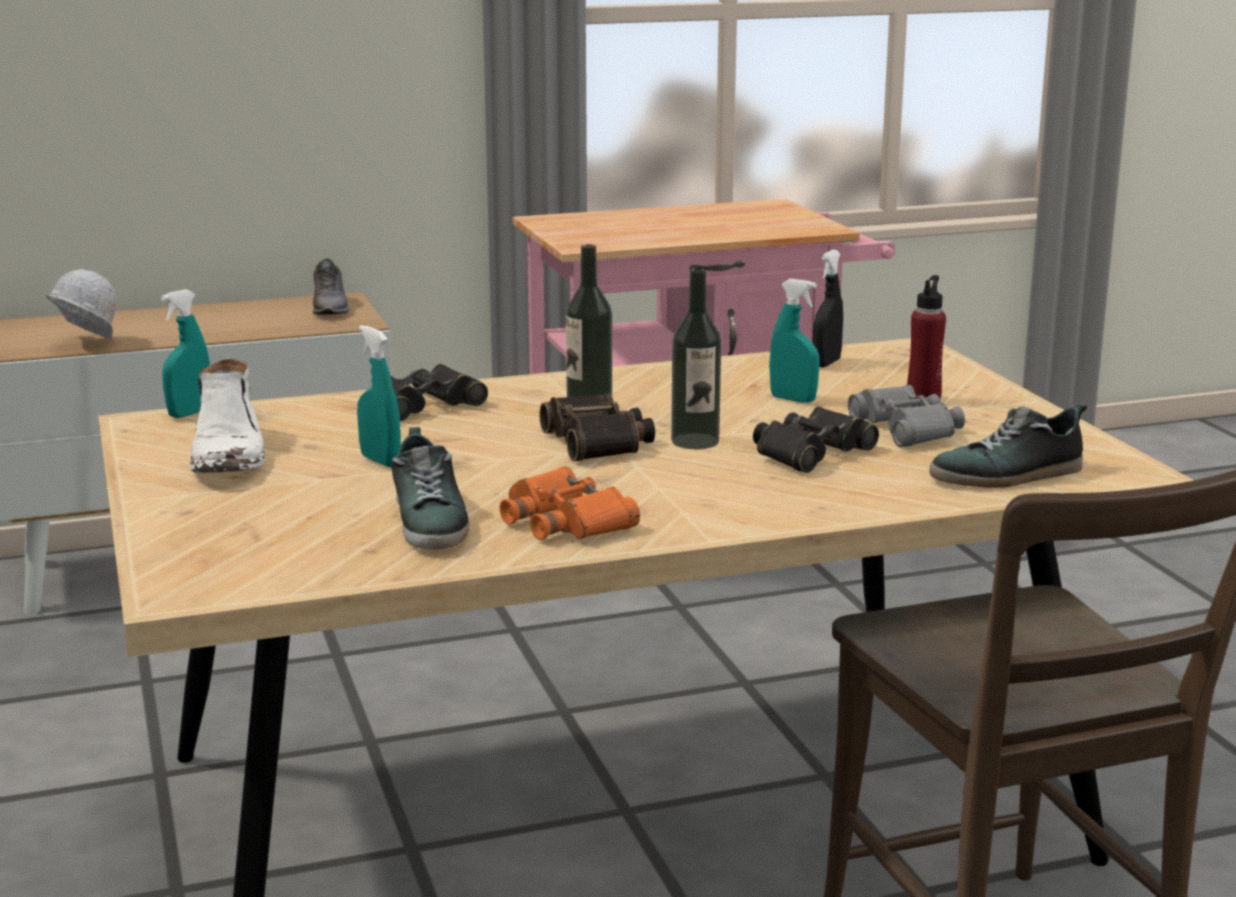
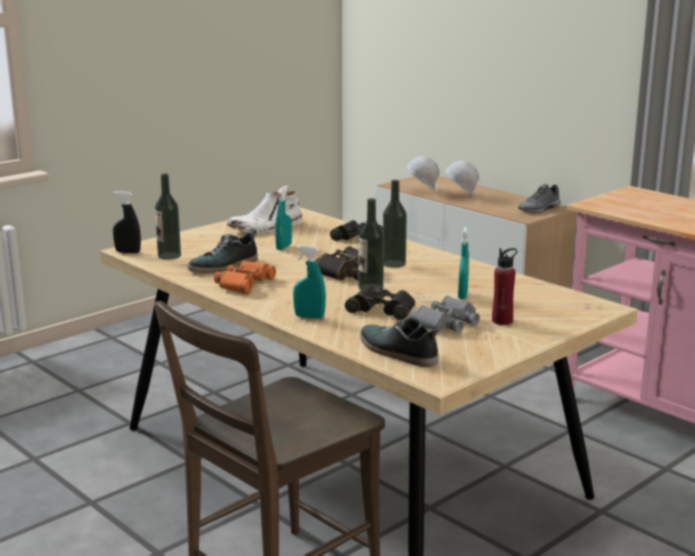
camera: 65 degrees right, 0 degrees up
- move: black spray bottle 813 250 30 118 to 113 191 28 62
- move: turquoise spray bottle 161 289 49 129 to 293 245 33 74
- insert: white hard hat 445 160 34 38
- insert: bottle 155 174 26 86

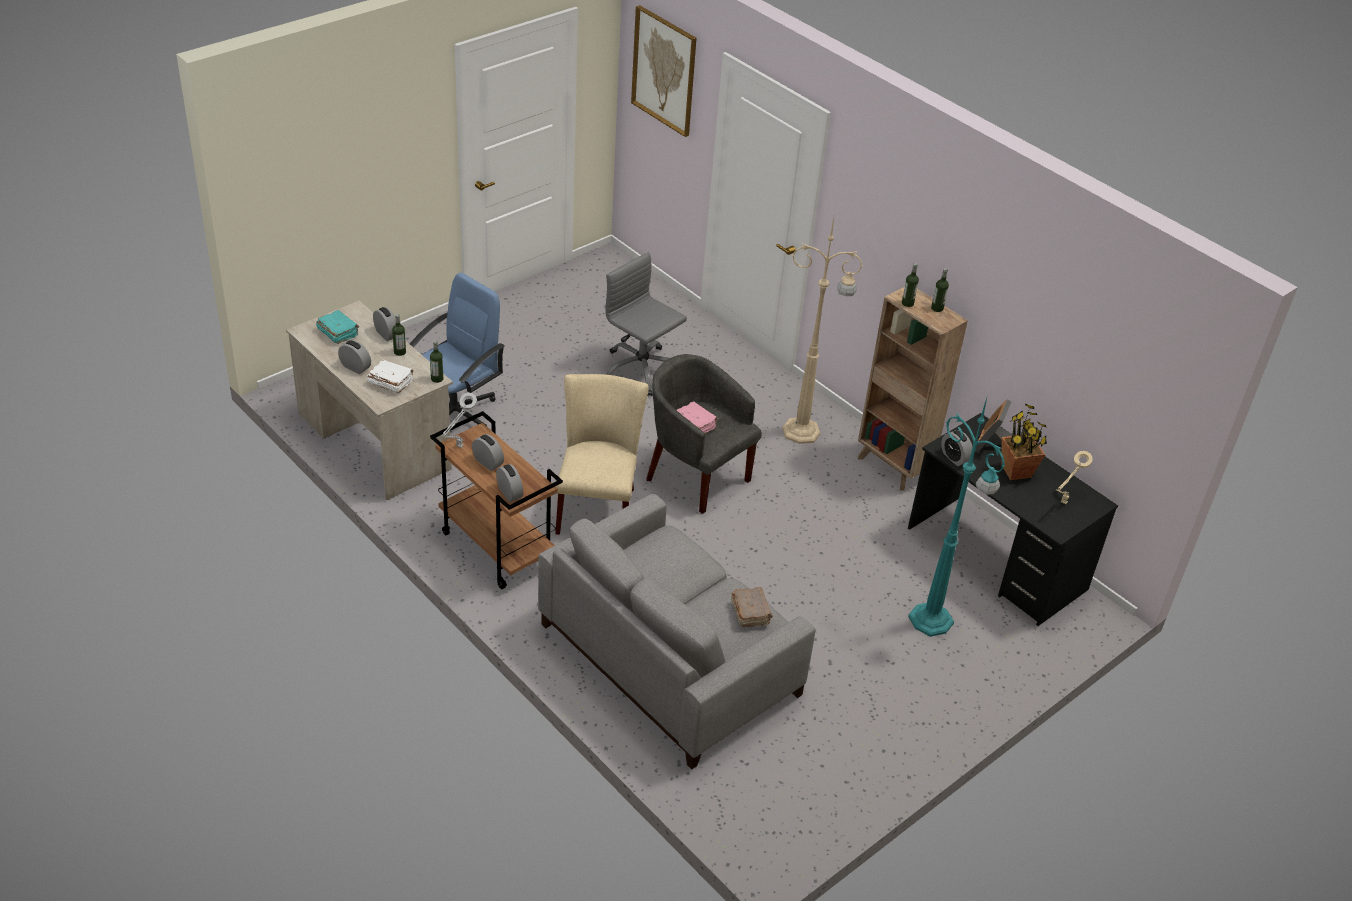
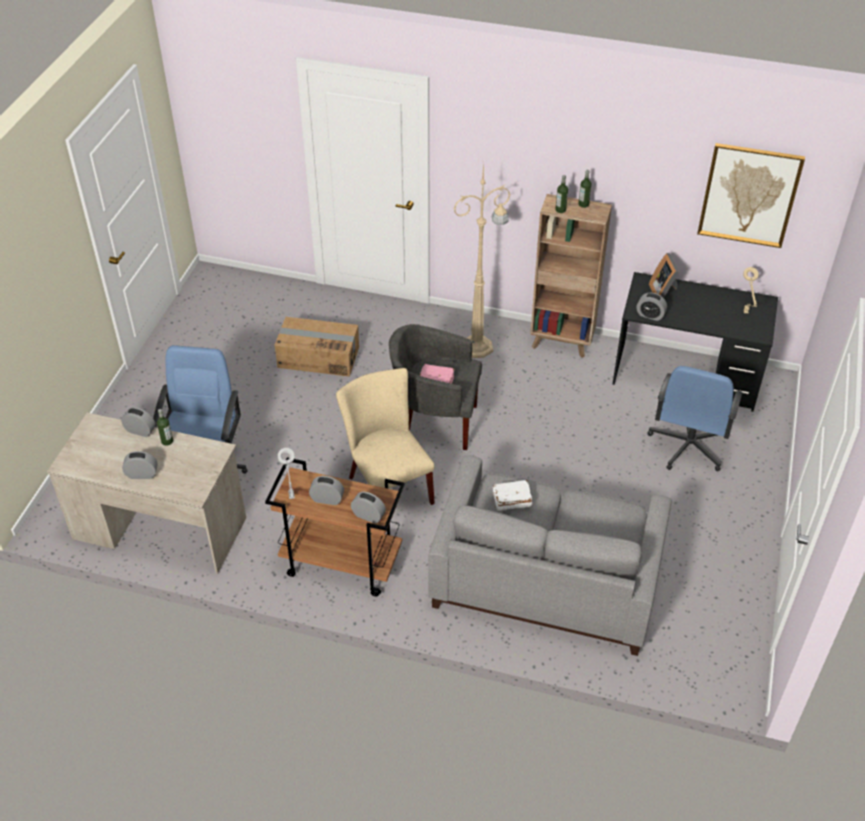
camera: 30 degrees left, 5 degrees up
- move: picture 631 5 66 132 to 697 143 108 105
- replace: grey office chair 606 252 81 144 to cardboard box 274 317 85 60
- delete: turquoise book 316 310 43 34
- delete: bottle 430 340 13 43
- move: white book 367 360 47 33 to 493 480 39 30
- replace: turquoise floor lamp 908 398 97 239 to blue office chair 647 366 96 105
- delete: potted plant 1002 404 45 76
- delete: brown book 731 587 42 40

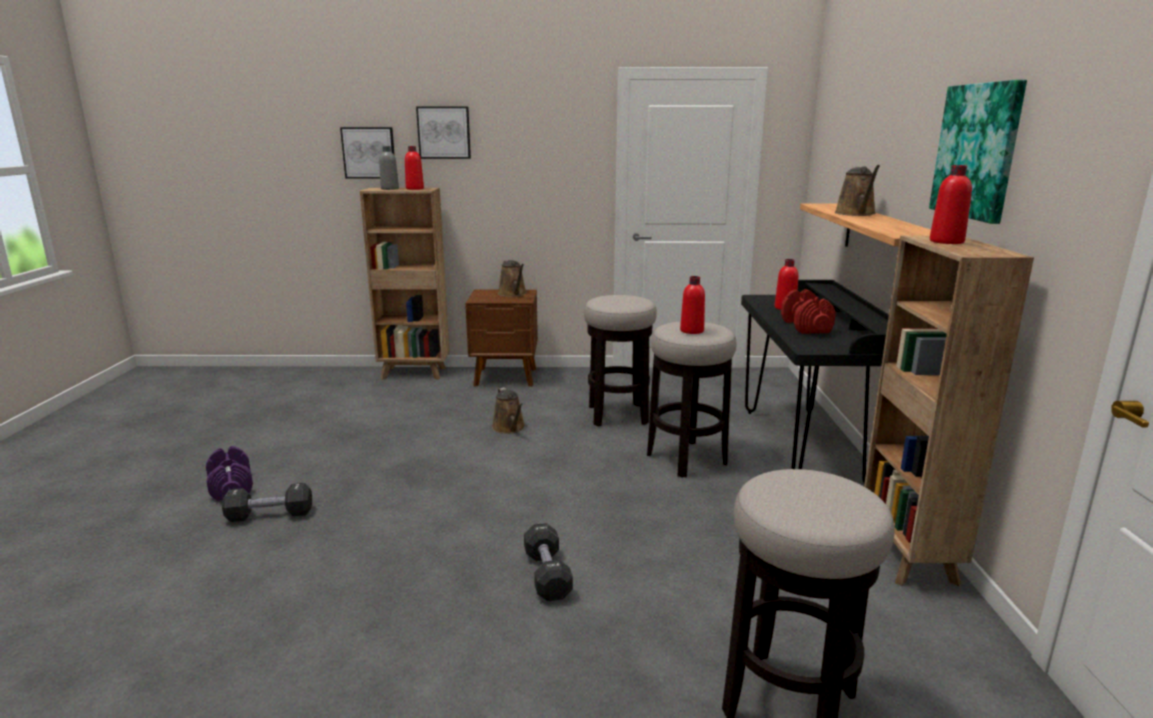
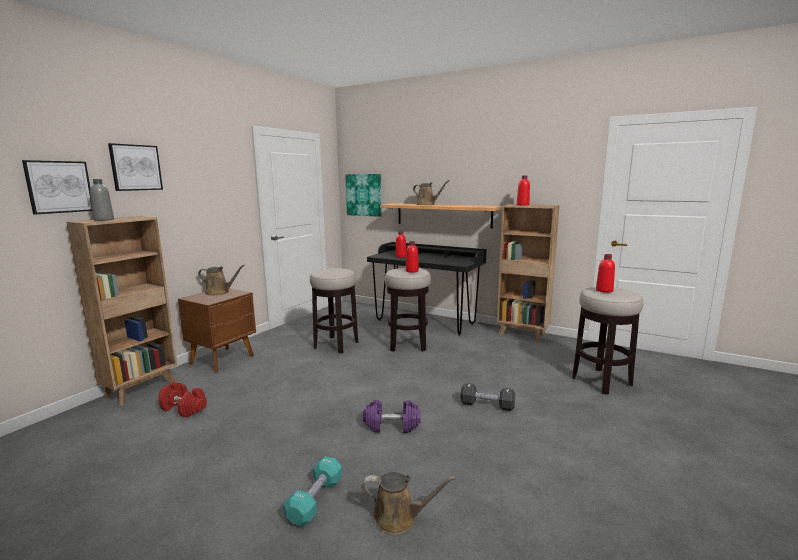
camera: 60 degrees left, 5 degrees down
- move: picture 929 80 98 144 to 345 174 37 43
- move: red bottle 405 146 19 44 to 596 254 19 39
- move: red dumbbell 781 289 55 45 to 158 382 49 36
- move: brown watering can 492 387 33 47 to 361 472 95 63
- move: purple dumbbell 206 446 47 55 to 363 400 58 33
- recolor: black dumbbell 222 483 90 39 to turquoise dumbbell 284 456 58 70

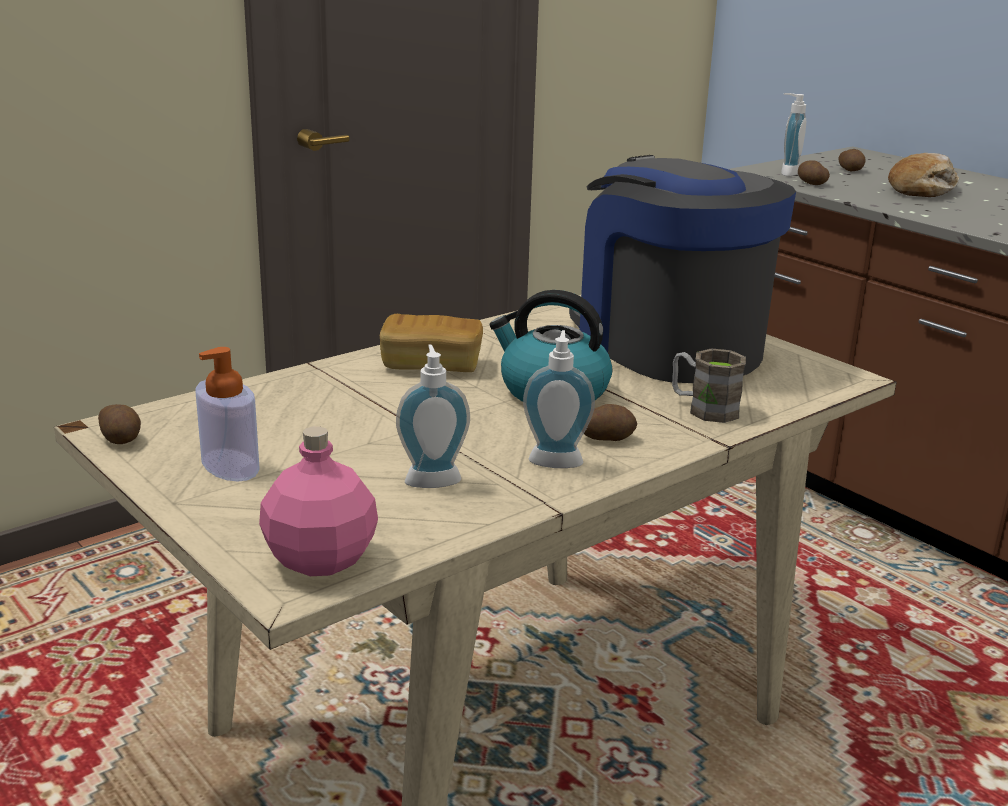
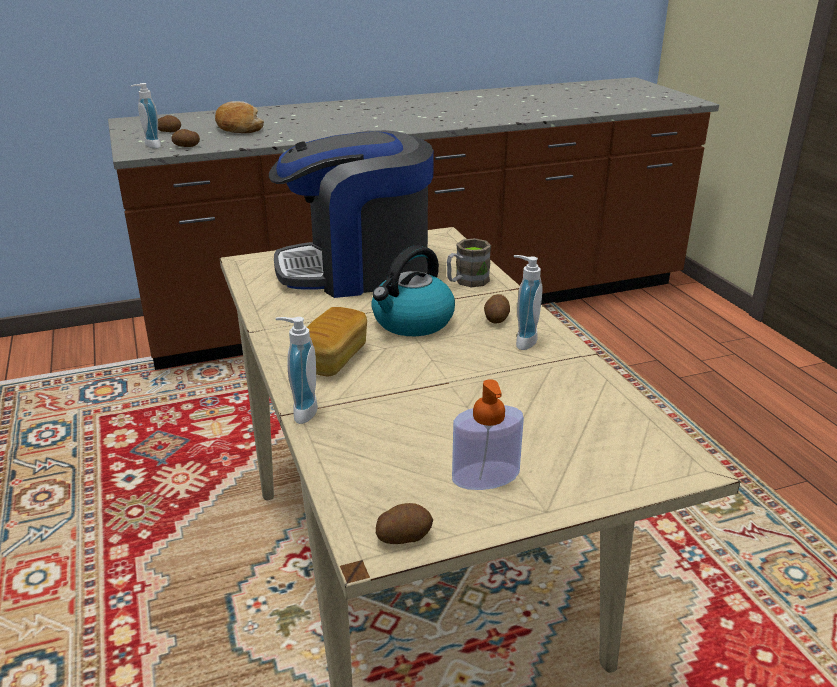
camera: 70 degrees left, 5 degrees up
- move: soap dispenser 396 344 74 144 to 275 317 43 107
- delete: pink bottle 259 426 119 150

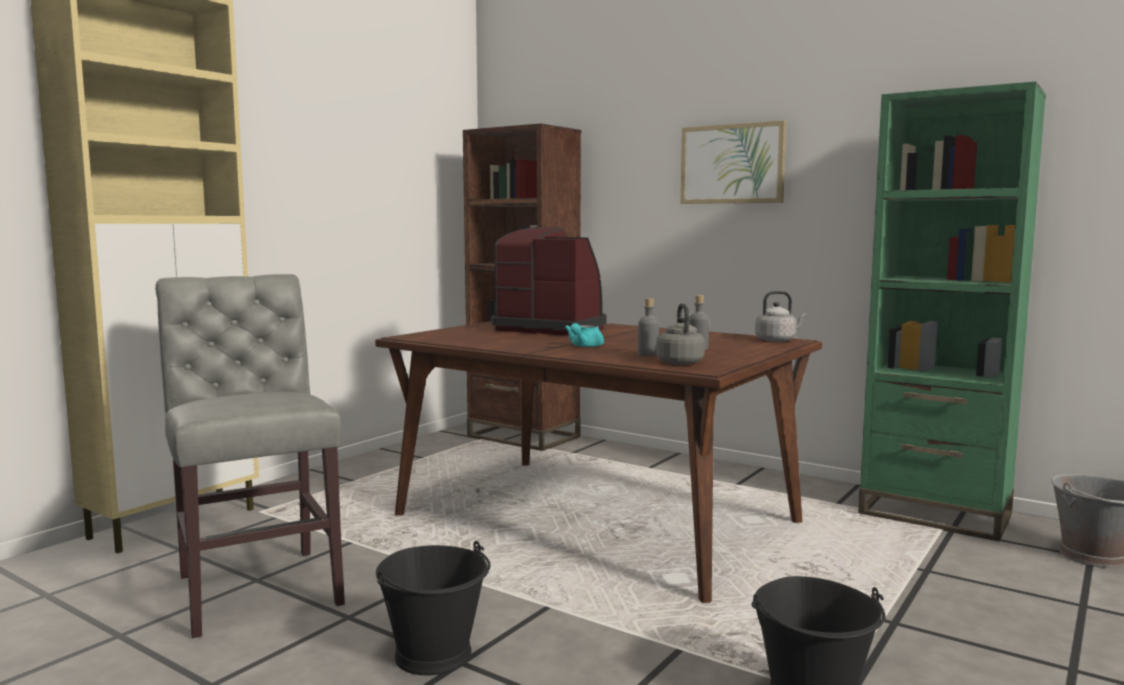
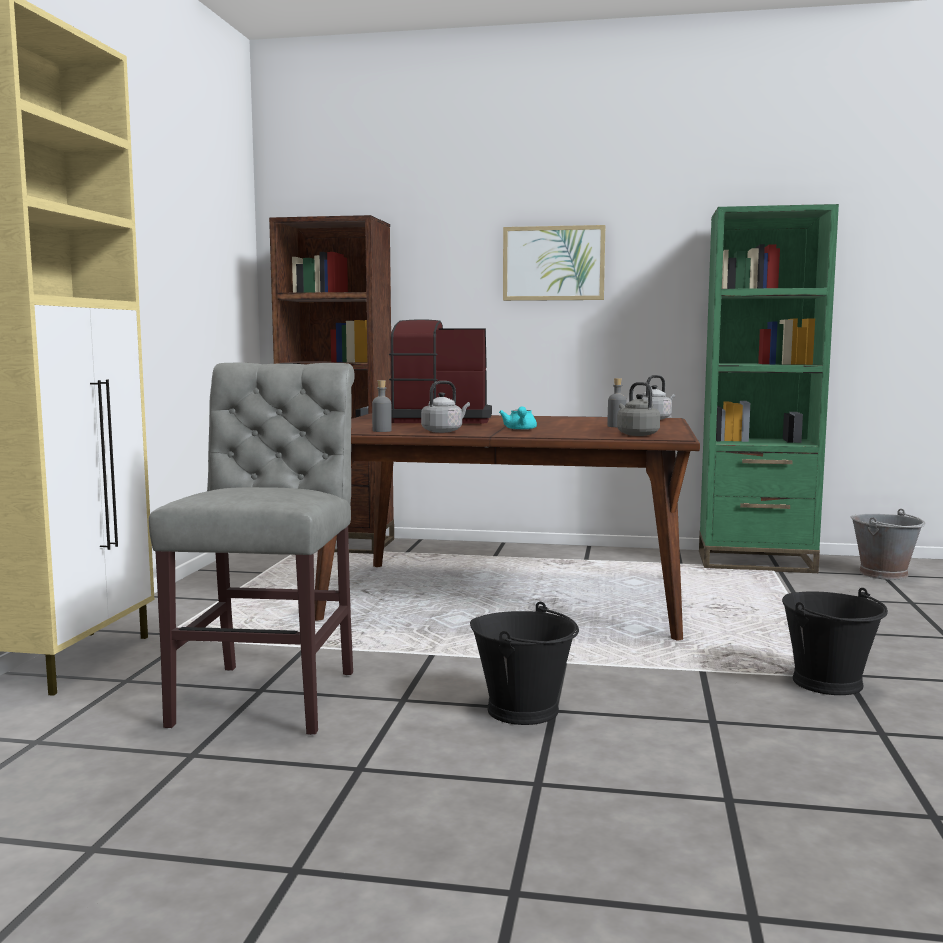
camera: 25 degrees left, 0 degrees up
- rotate: grey chair 155 274 190 364 = 149 363 206 372 60 degrees clockwise
- move: grey bottle 638 298 21 58 to 372 380 20 52
- insert: grey kettle 421 381 49 52

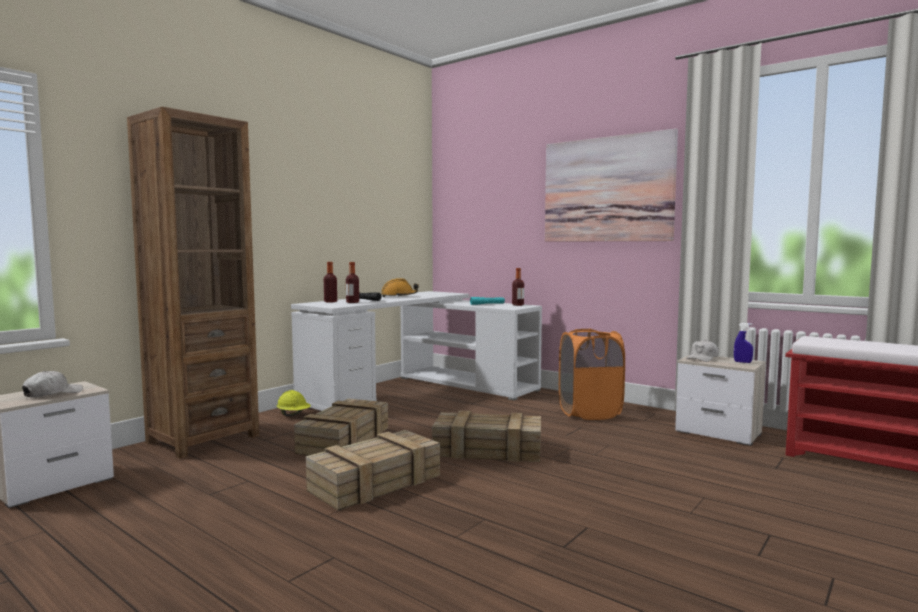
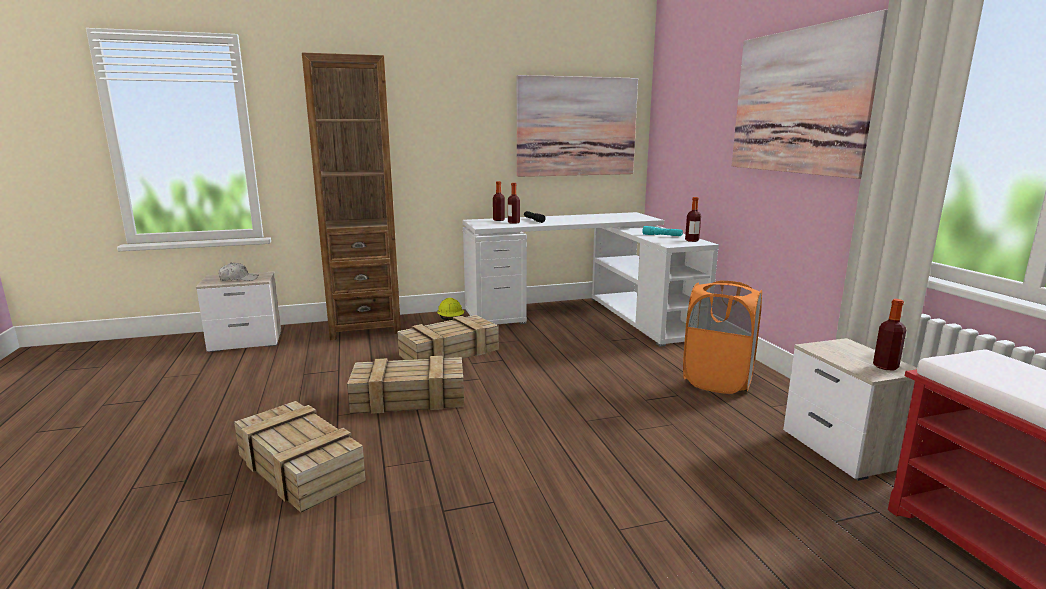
camera: 35 degrees right, 10 degrees up
- delete: orange hard hat 381 278 38 19
- replace: blue spray bottle 734 323 19 40 to bottle 873 299 33 71
- delete: white cap 686 340 32 22
- move: crate 432 410 109 52 to 234 401 132 112
- insert: picture 517 75 121 102

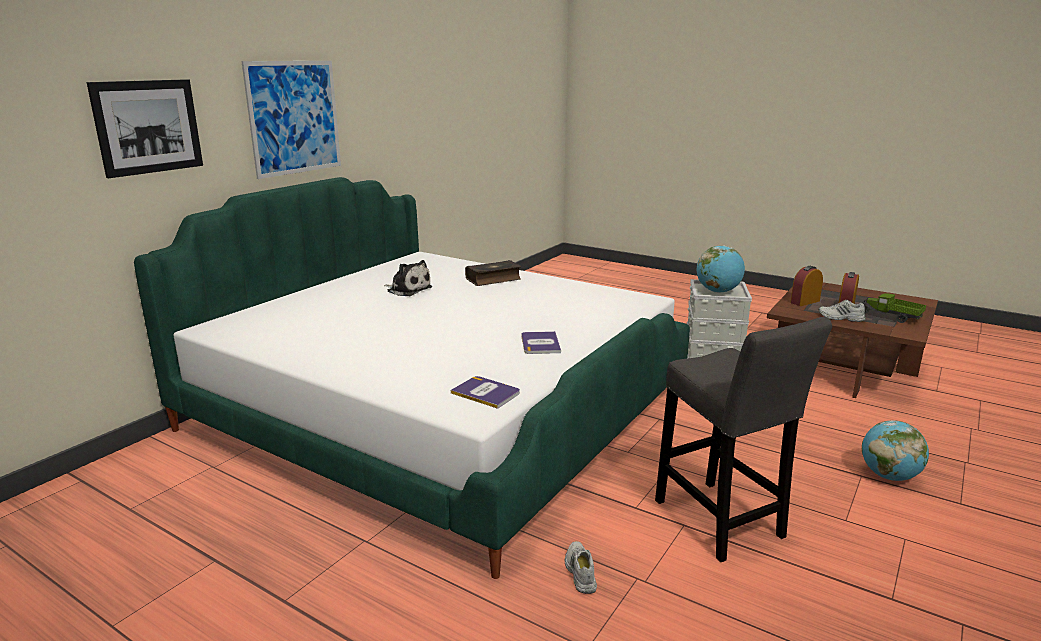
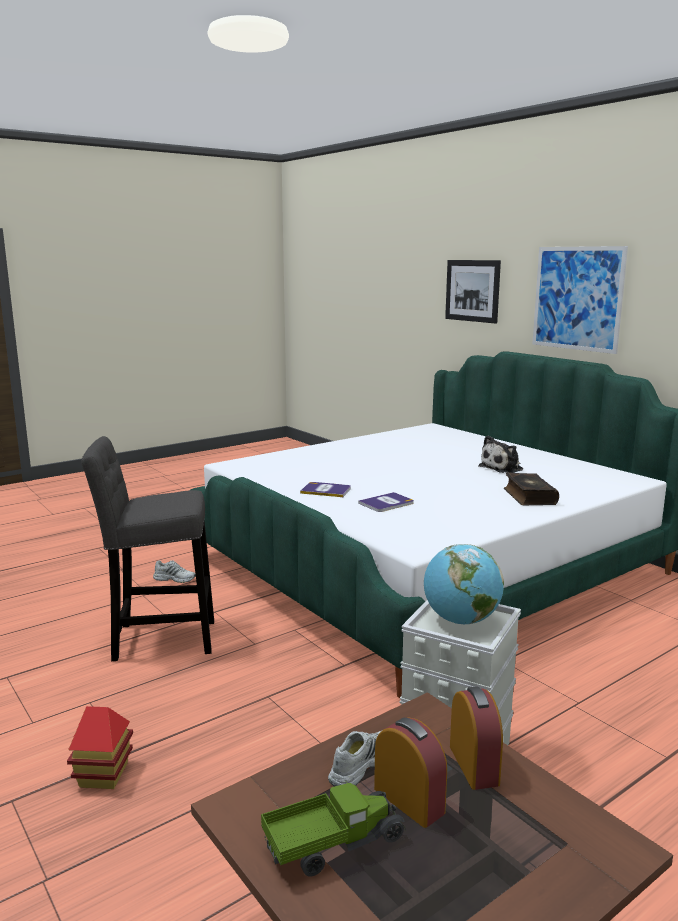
camera: 110 degrees right, 5 degrees down
- move: book 451 376 69 33 to 358 492 56 20
- replace: globe 862 420 67 61 to toy house 67 706 66 83

